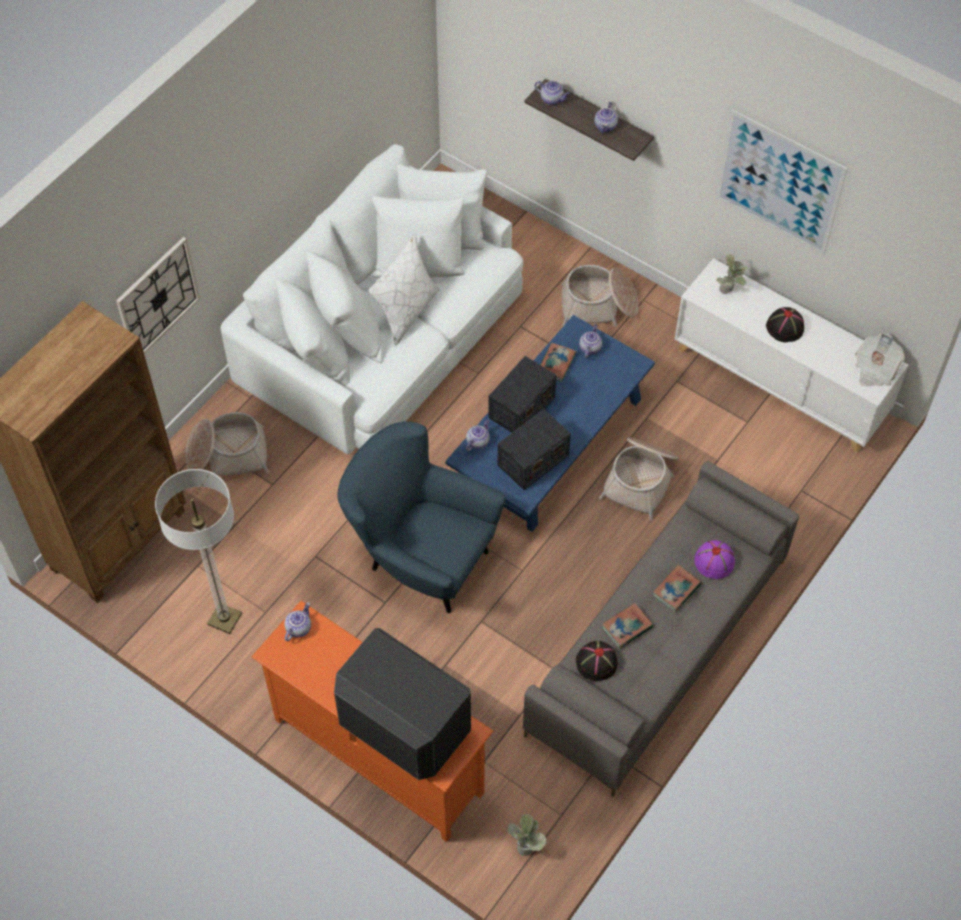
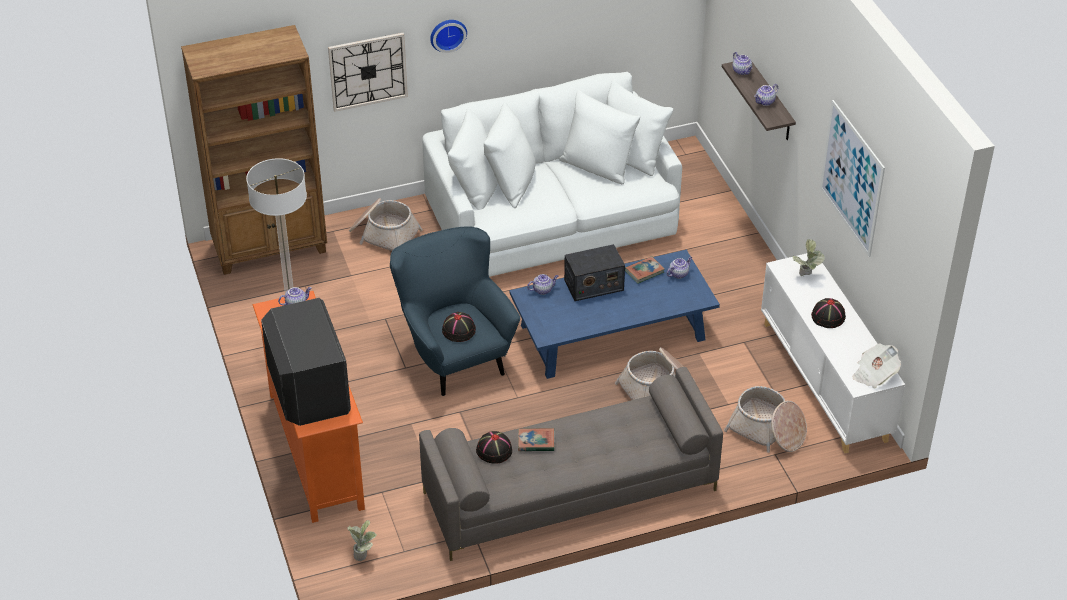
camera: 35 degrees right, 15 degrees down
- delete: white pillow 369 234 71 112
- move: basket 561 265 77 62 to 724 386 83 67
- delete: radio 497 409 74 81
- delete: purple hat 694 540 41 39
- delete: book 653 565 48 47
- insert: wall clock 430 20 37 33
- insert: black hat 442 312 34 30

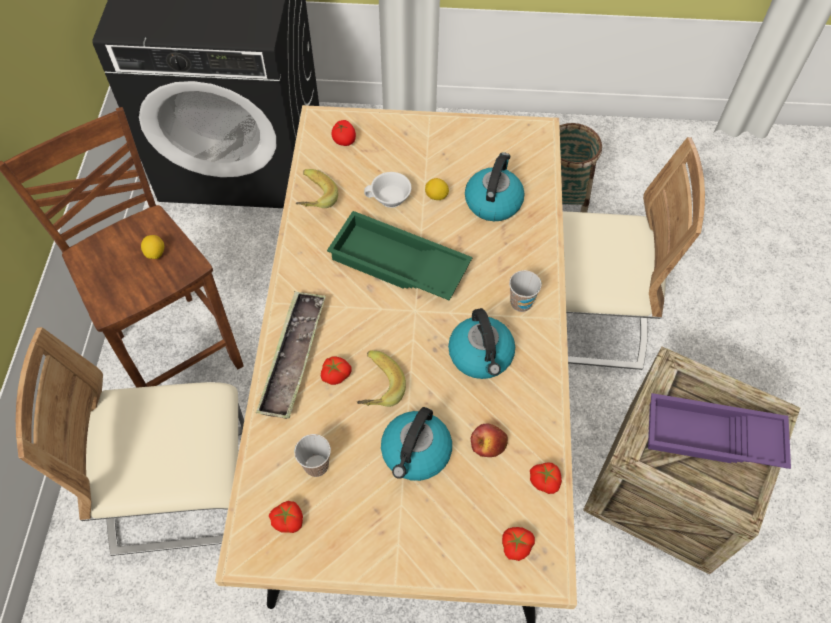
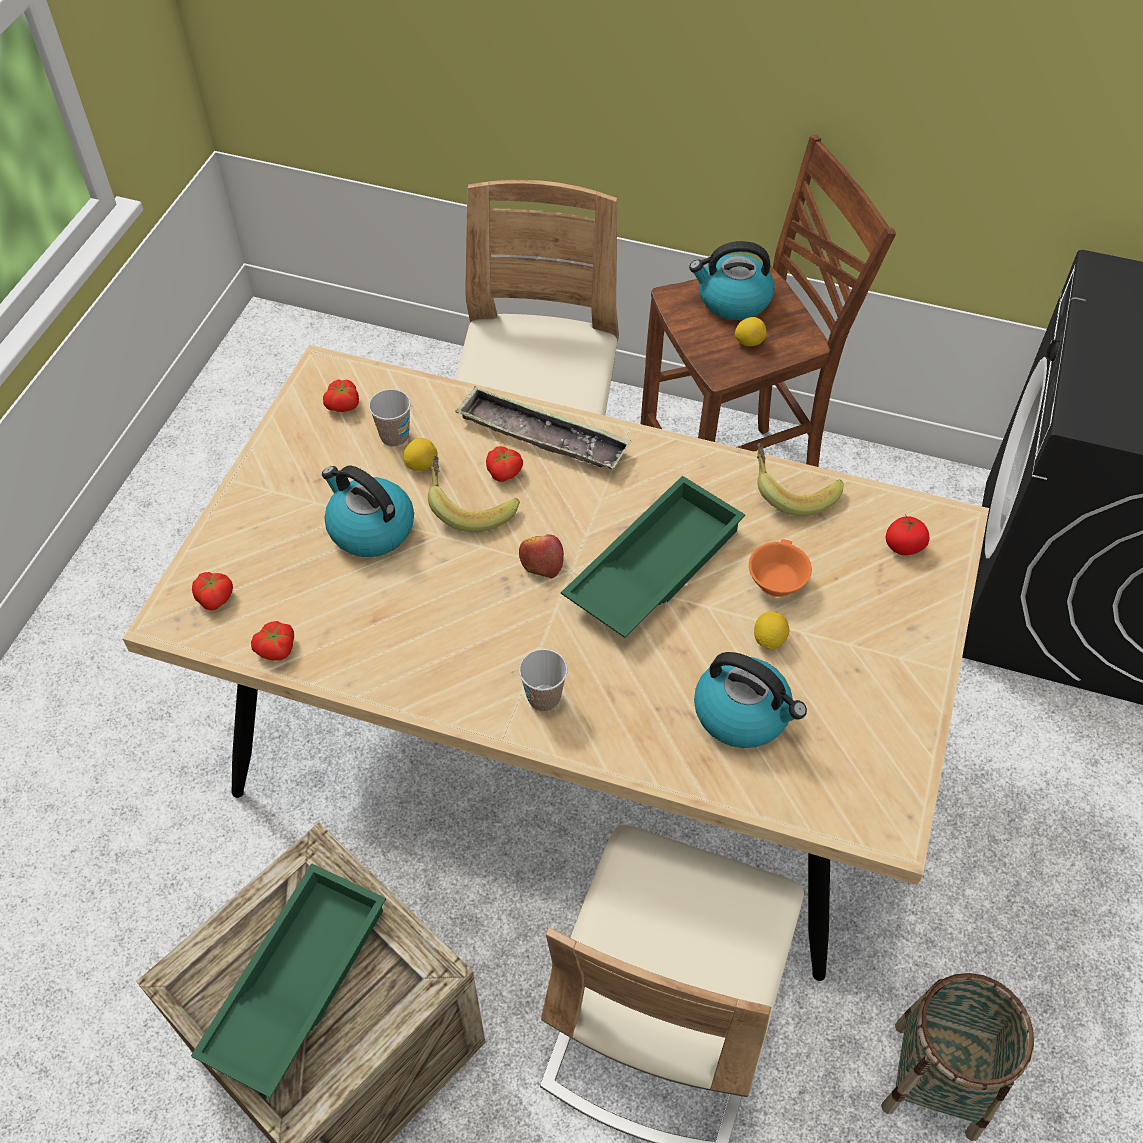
camera: 105 degrees right, 5 degrees down
- recolor: white cup 364 172 47 36 to orange cup 749 539 63 58
- move: kettle 448 308 67 71 to 689 241 86 79
- recolor: purple tray 648 393 143 76 to green tray 191 863 195 235
- move: apple 471 424 37 33 to 519 534 45 44
- insert: lemon 403 438 35 33

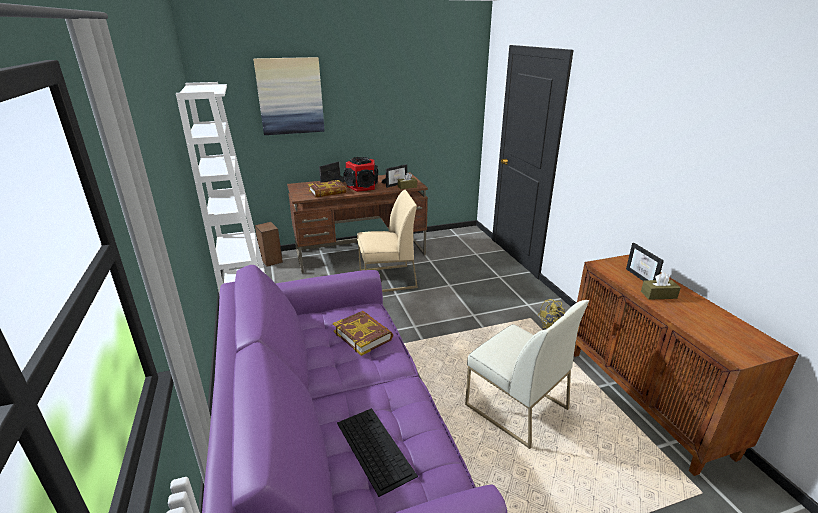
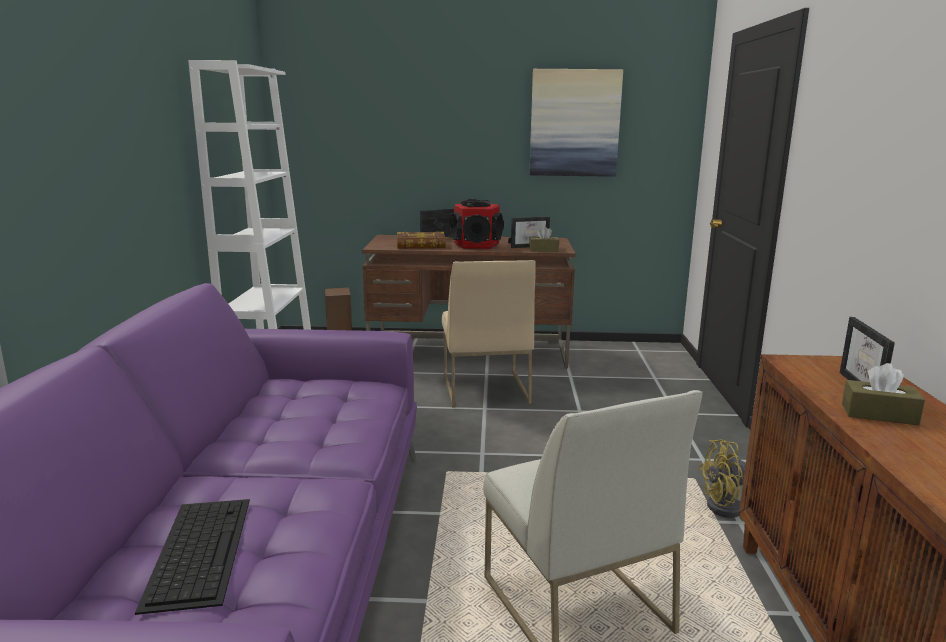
camera: 20 degrees right, 10 degrees down
- move: picture 253 57 72 78 to 530 69 93 108
- rotate: beige chair 357 189 61 103 = 442 260 94 147 75 degrees clockwise
- delete: book 333 311 60 45

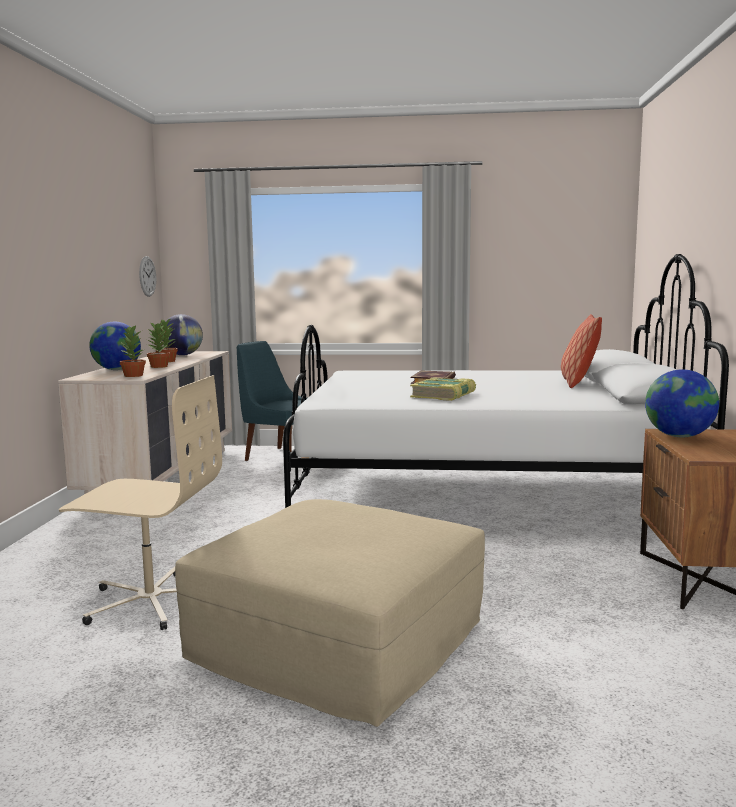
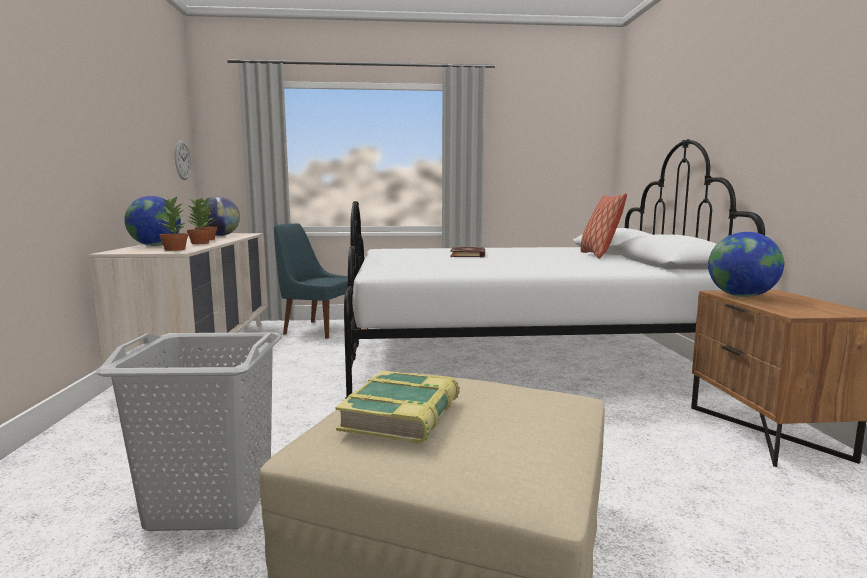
camera: 10 degrees left, 0 degrees up
- replace: beige office chair 59 375 163 255 to grey laundry basket 95 333 187 198
- move: book 410 377 66 24 to 335 371 125 73

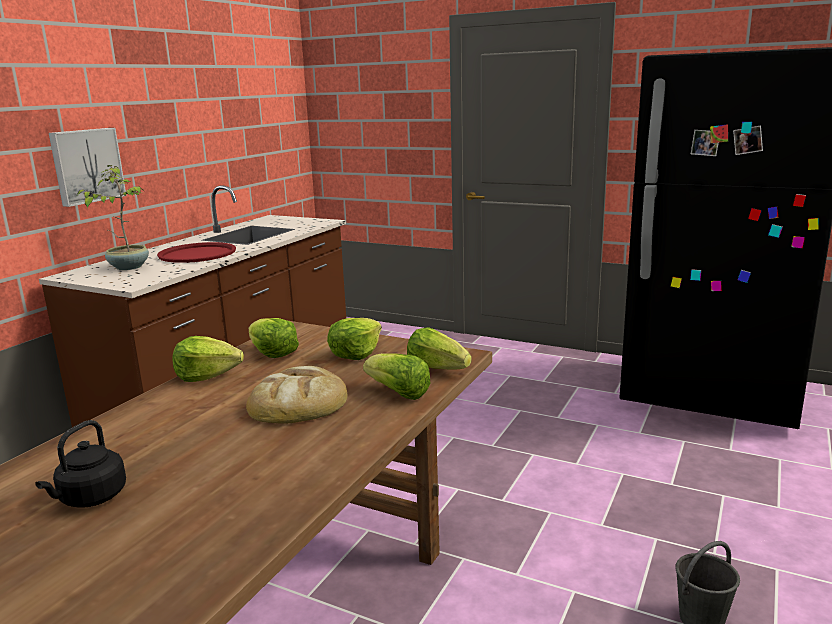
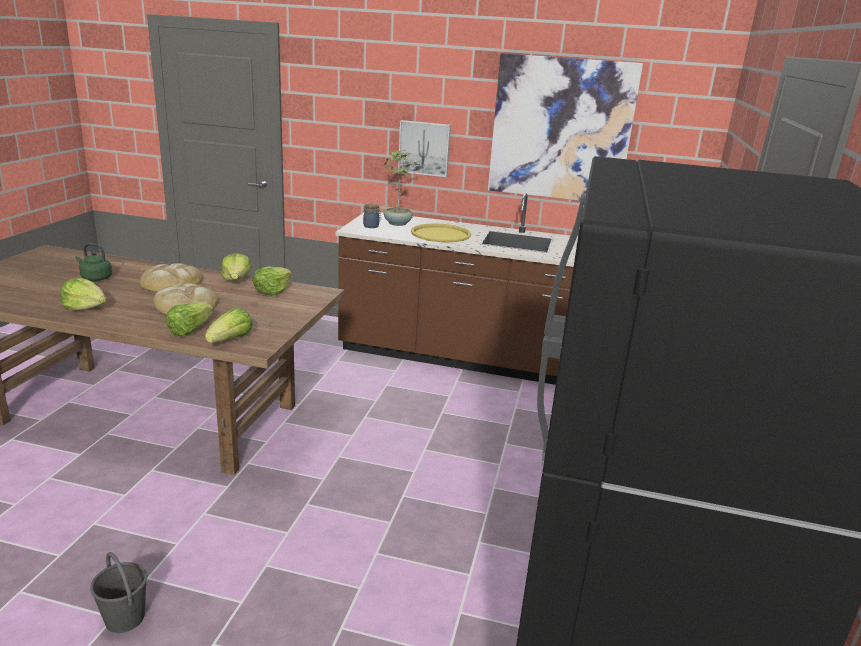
camera: 75 degrees right, 5 degrees up
- recolor: red tray 157 242 79 21 to yellow tray 411 224 60 18
- move: lettuce 327 318 55 42 to 60 278 46 32
- recolor: black kettle 35 420 91 88 to green kettle 75 243 37 38
- insert: picture 488 53 155 148
- insert: jar 363 204 18 24
- insert: bread 140 263 62 29

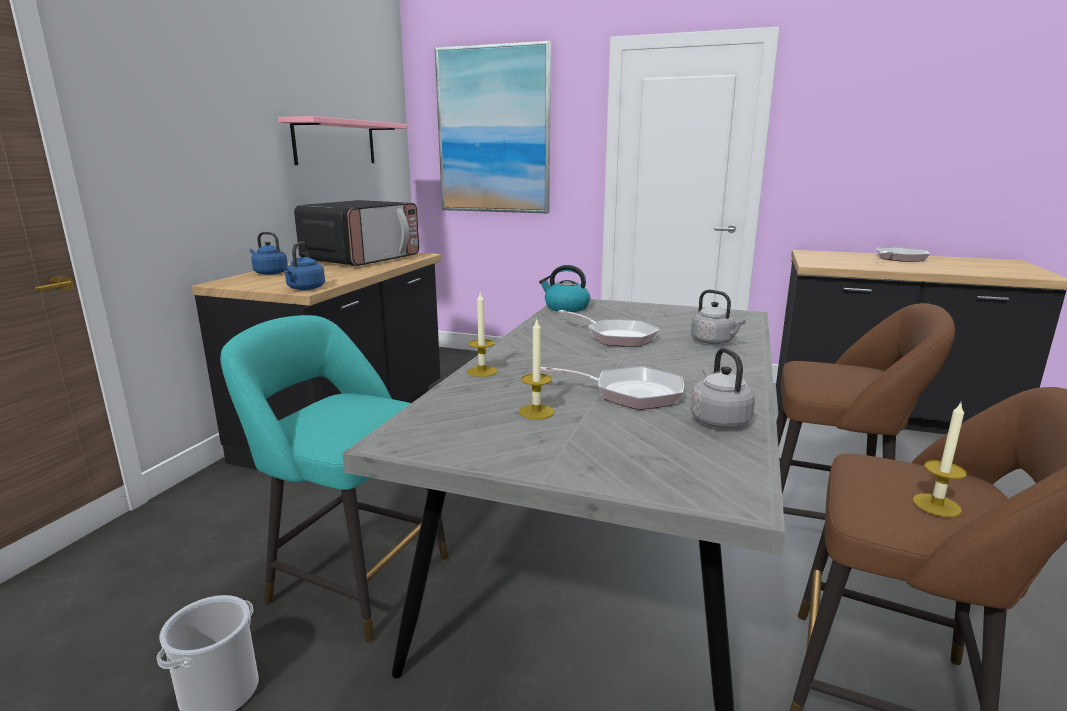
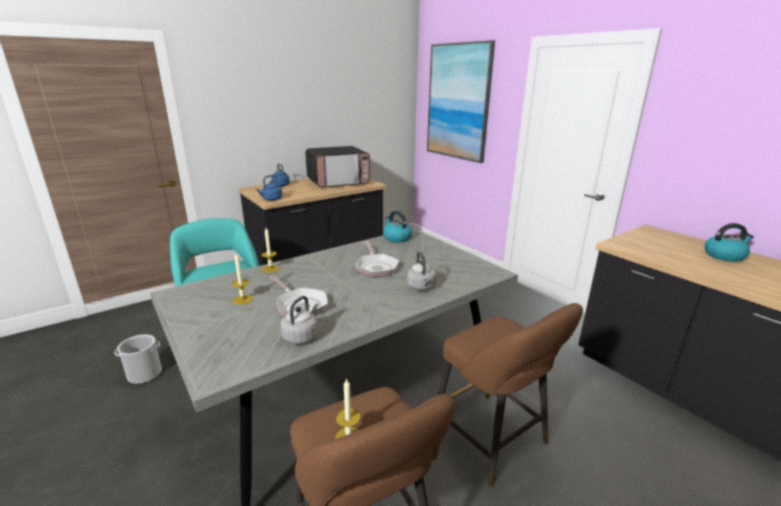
camera: 35 degrees right, 5 degrees up
- delete: pink shelf 278 116 130 49
- replace: frying pan 877 247 53 15 to kettle 704 223 50 39

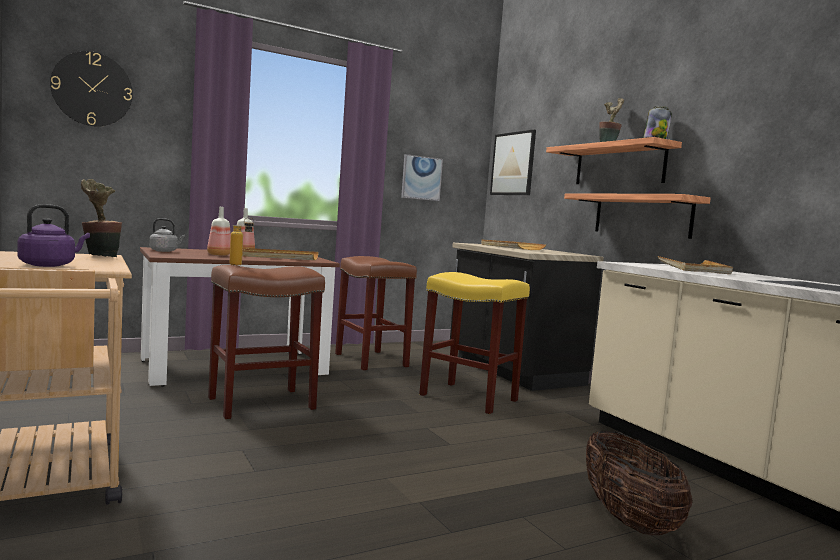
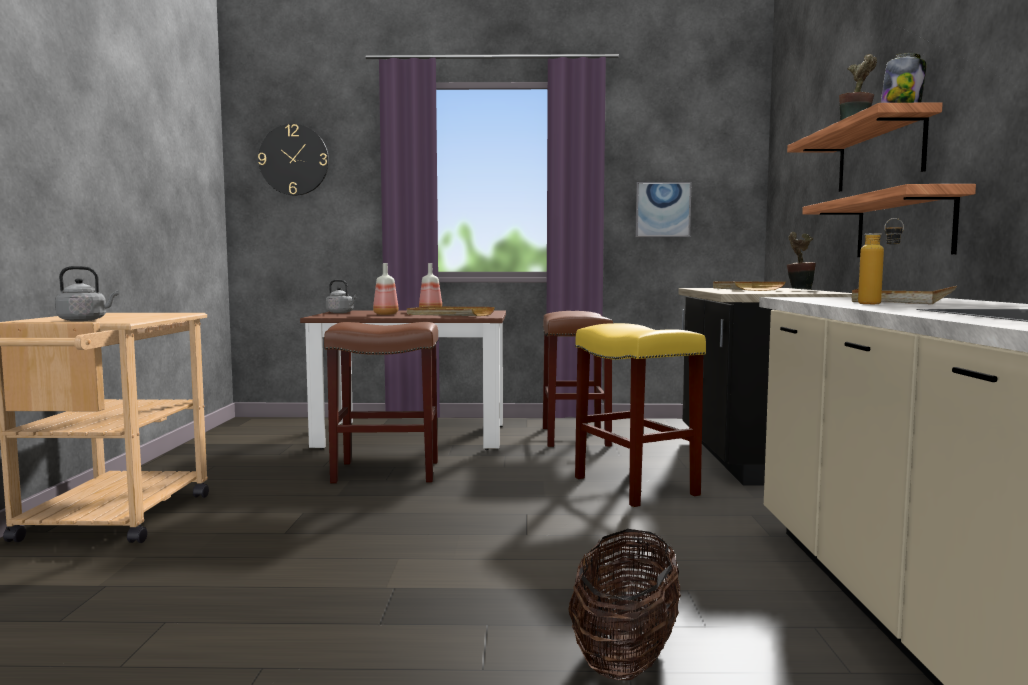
camera: 30 degrees right, 0 degrees up
- delete: picture 490 129 46 66
- move: potted plant 81 179 41 78 to 787 232 29 58
- recolor: purple kettle 17 204 73 63 to grey kettle 55 266 64 55
- move: bottle 230 217 24 48 to 858 218 46 86

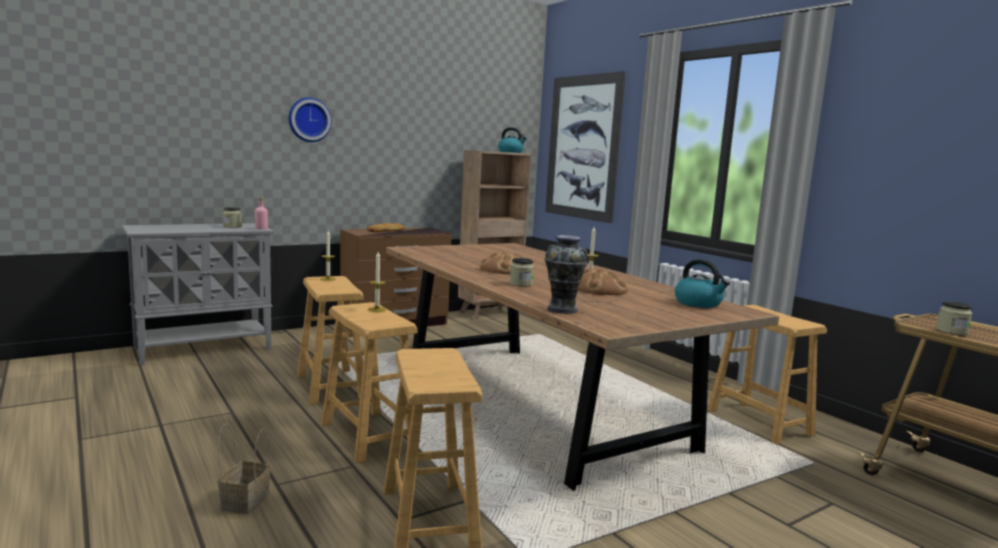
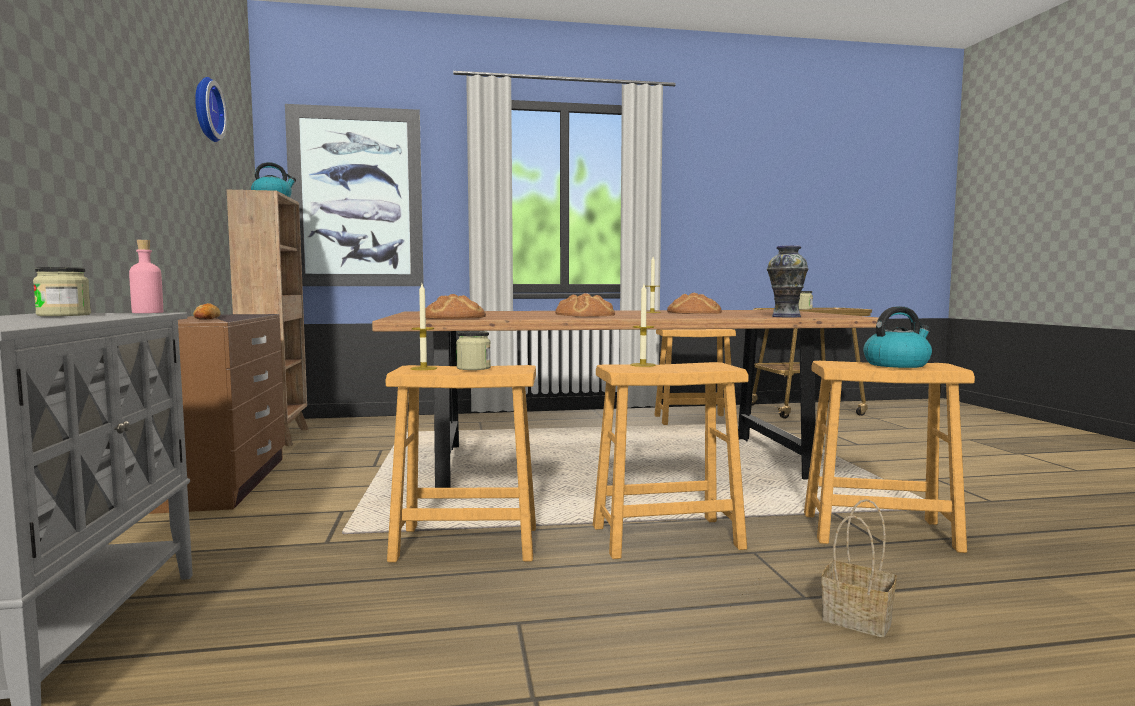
camera: 65 degrees left, 5 degrees down
- move: wall clock 288 97 44 45 to 195 77 32 65
- move: jar 510 258 24 29 to 456 331 35 39
- move: kettle 675 259 55 49 to 863 306 69 62
- insert: bread 425 294 61 25

